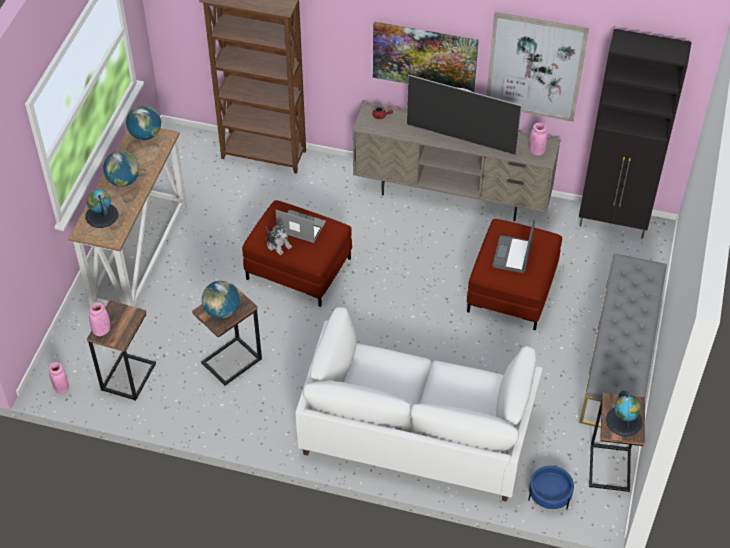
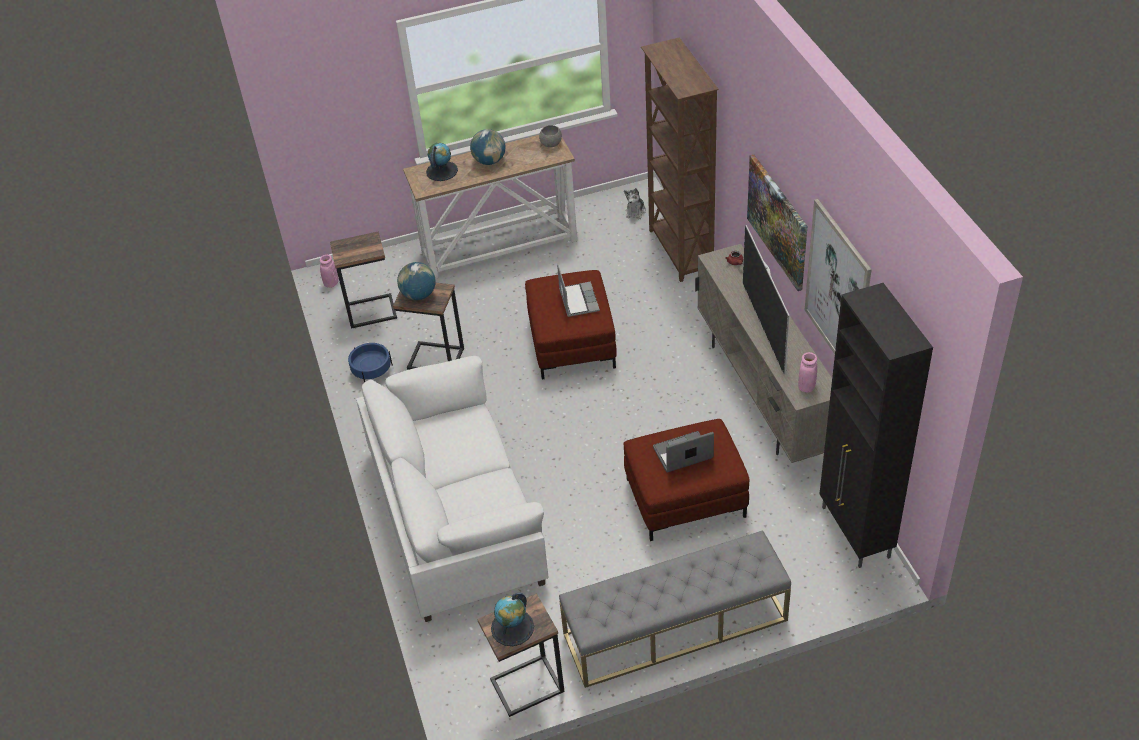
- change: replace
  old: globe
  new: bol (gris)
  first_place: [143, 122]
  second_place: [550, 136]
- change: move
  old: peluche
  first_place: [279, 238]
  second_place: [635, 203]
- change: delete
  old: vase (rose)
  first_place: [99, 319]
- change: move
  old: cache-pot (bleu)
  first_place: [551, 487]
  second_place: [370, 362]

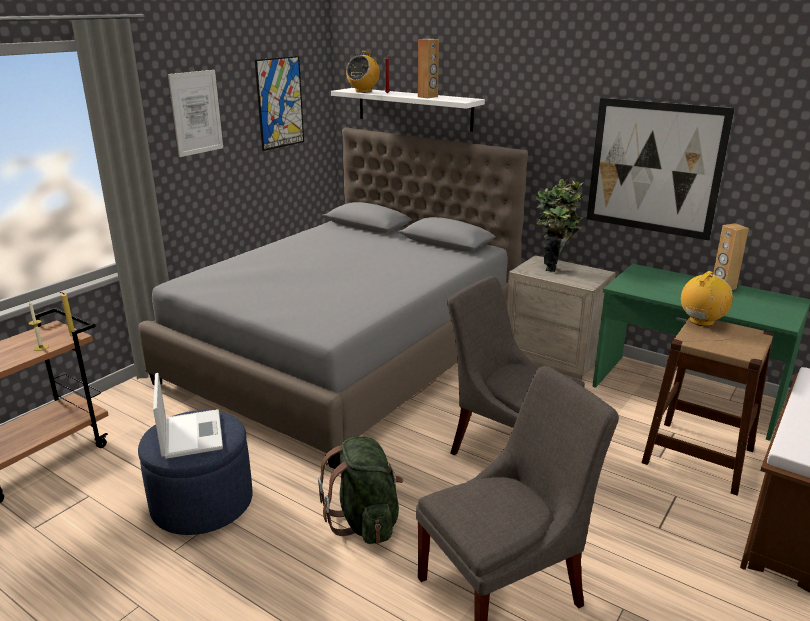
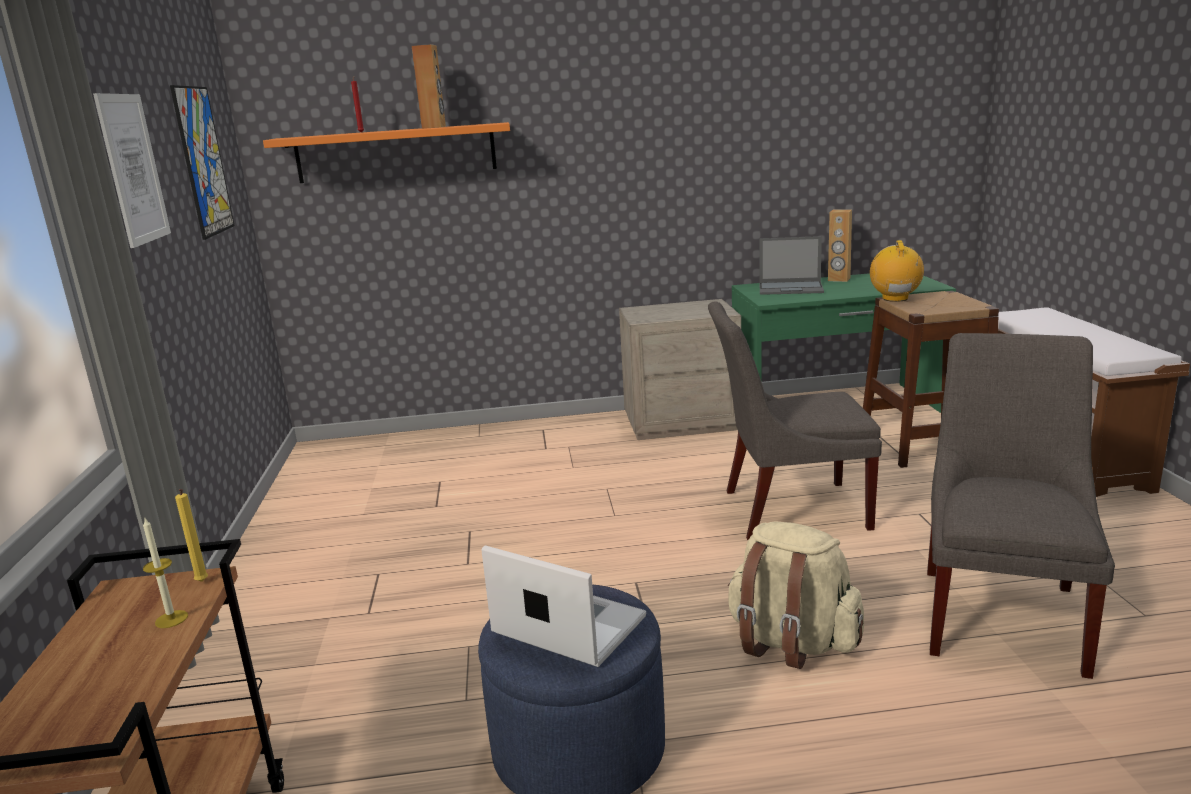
- change: delete
  old: radio
  first_place: [363, 72]
- change: recolor
  old: étagère (blanc)
  new: étagère (orange)
  first_place: [408, 110]
  second_place: [386, 152]
- change: delete
  old: tableau
  first_place: [661, 169]
- change: delete
  old: lit (gris)
  first_place: [333, 298]
- change: delete
  old: plante en pot
  first_place: [560, 225]
- change: recolor
  old: sac à dos (vert)
  new: sac à dos (beige)
  first_place: [360, 490]
  second_place: [796, 595]
- change: insert
  new: ordinateur portable
  second_place: [791, 265]

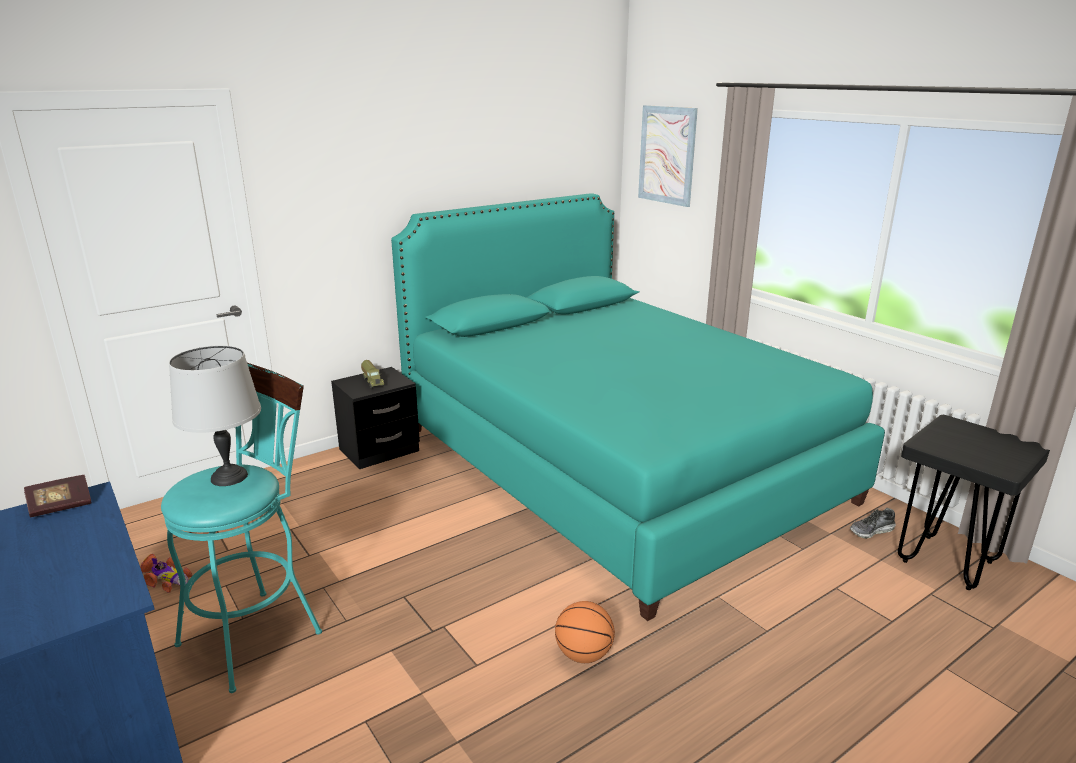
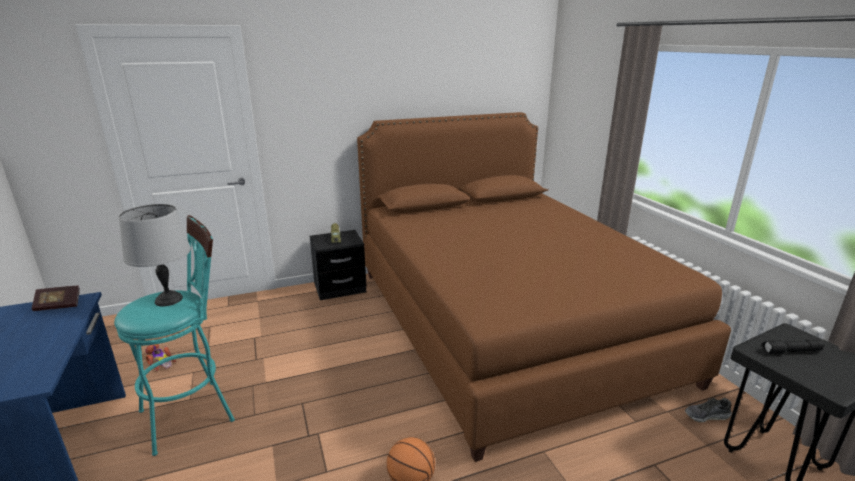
- change: delete
  old: tableau
  first_place: [668, 156]
- change: recolor
  old: lit (turquoise)
  new: lit (marron)
  first_place: [638, 407]
  second_place: [544, 287]
- change: insert
  new: lampe de poche (noir)
  second_place: [792, 347]

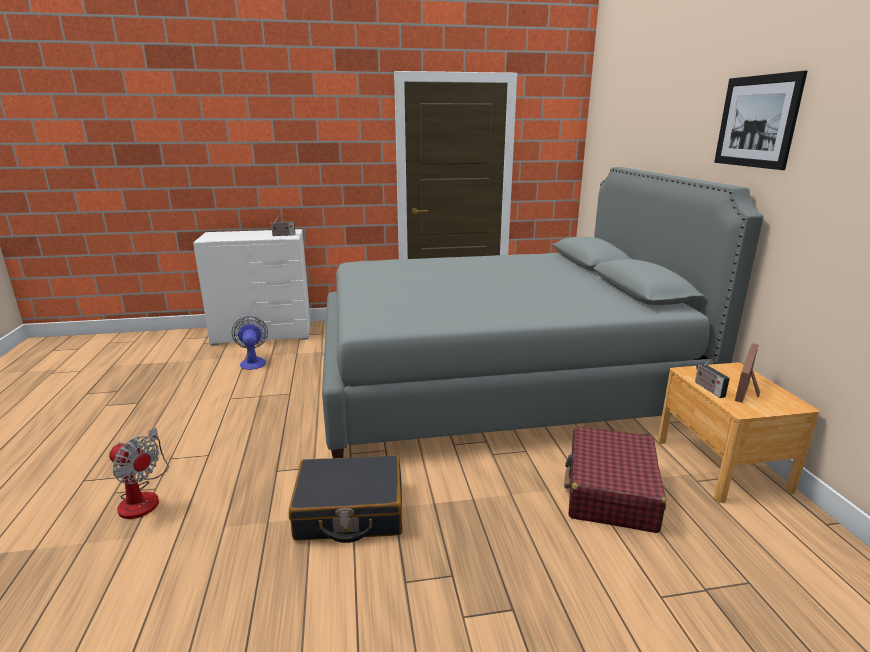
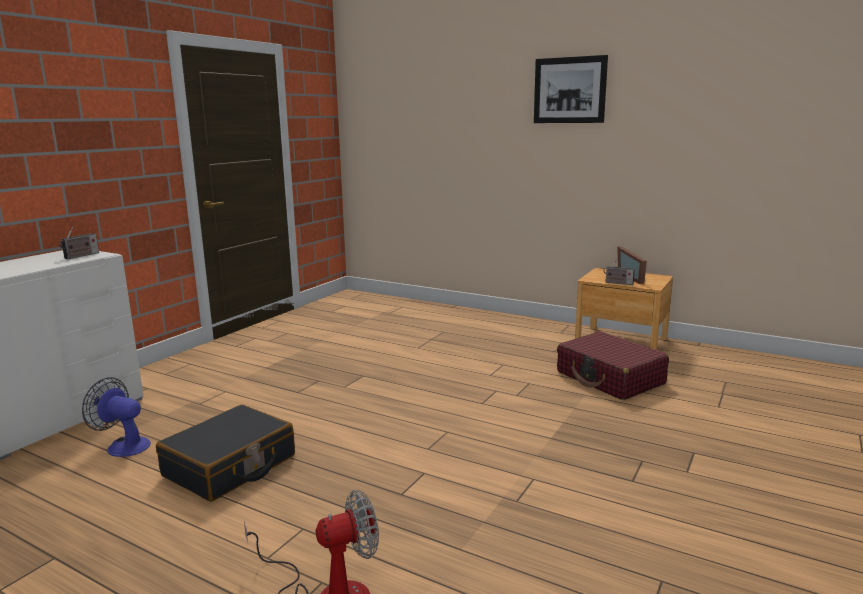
- change: delete
  old: lit (gris)
  first_place: [543, 312]
- change: move
  old: valise (noir)
  first_place: [345, 499]
  second_place: [225, 453]

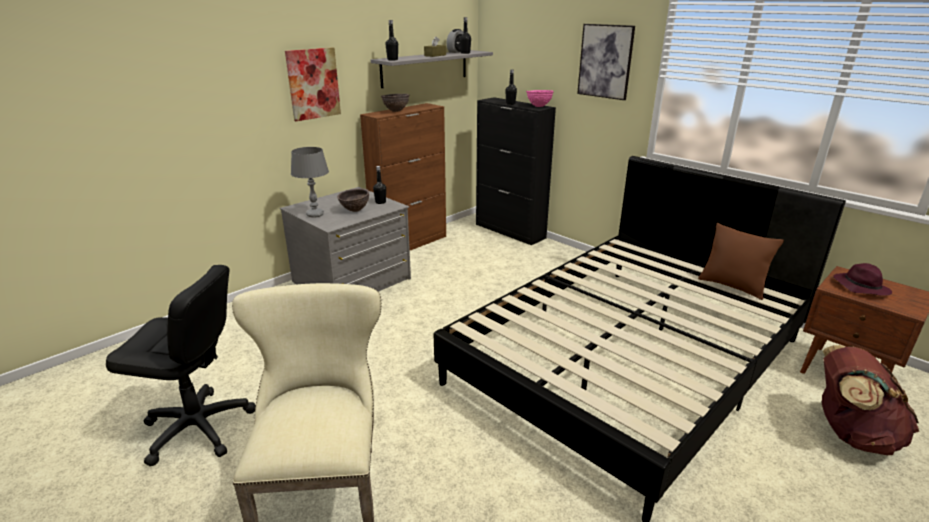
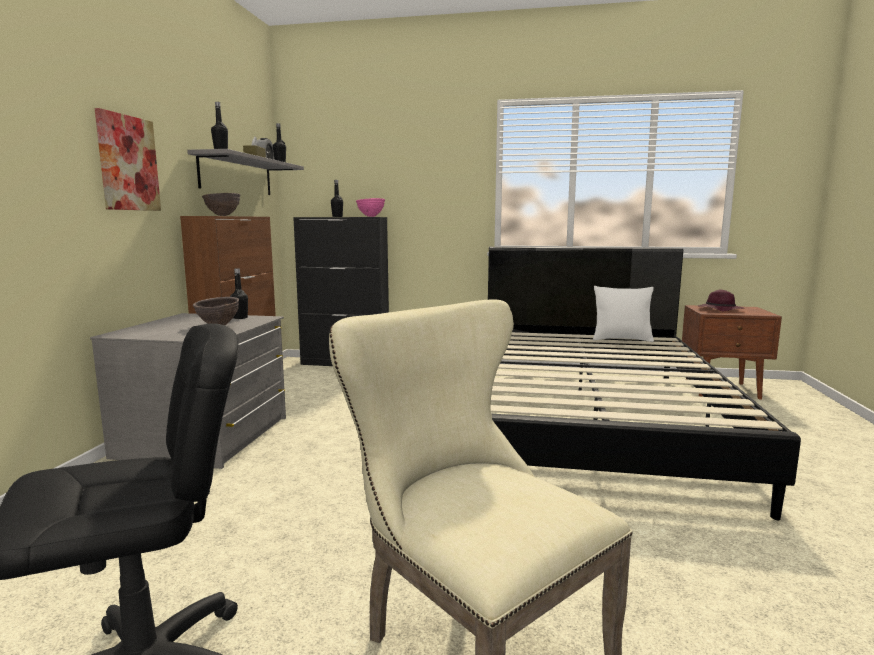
- change: delete
  old: tableau
  first_place: [606, 62]
- change: delete
  old: lampe de table (gris)
  first_place: [310, 182]
- change: recolor
  old: coussin (marron)
  new: coussin (blanc)
  first_place: [741, 261]
  second_place: [623, 314]
- change: delete
  old: sac à dos (marron)
  first_place: [870, 400]

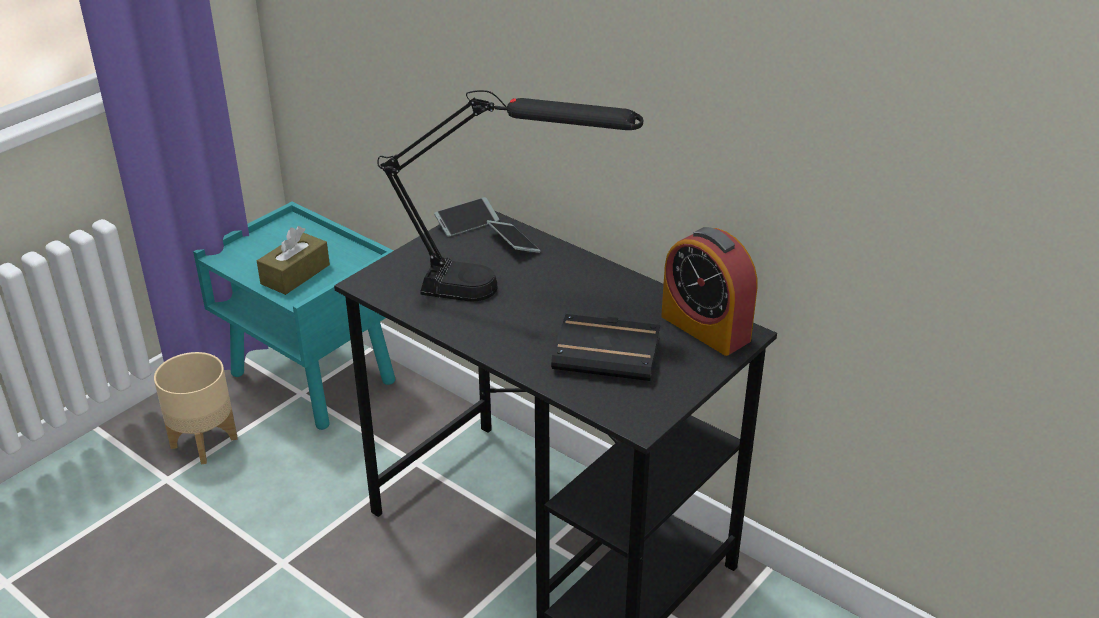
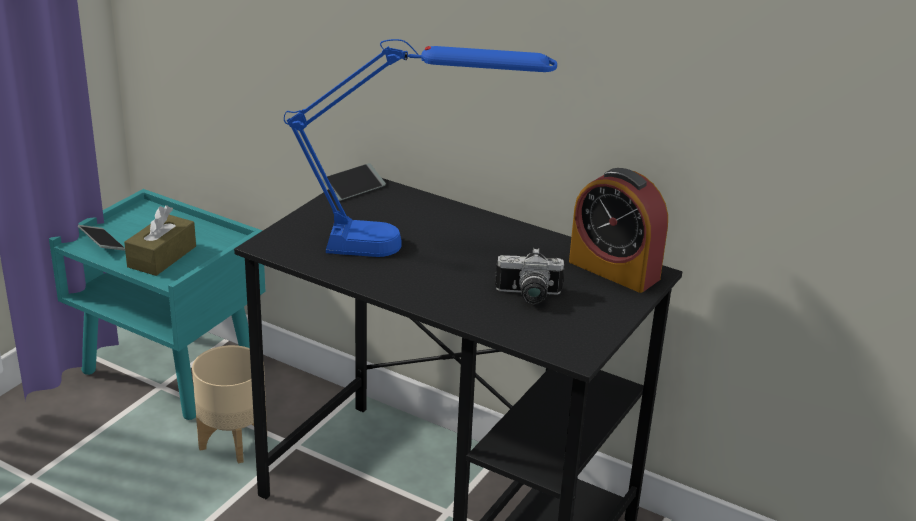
- change: recolor
  old: lampe de table (noir)
  new: lampe de table (bleu)
  first_place: [510, 195]
  second_place: [420, 148]
- change: move
  old: téléphone
  first_place: [513, 236]
  second_place: [101, 238]
- change: replace
  old: livre (noir)
  new: appareil photo
  first_place: [605, 347]
  second_place: [529, 276]
- change: move
  old: cache-pot (beige)
  first_place: [195, 408]
  second_place: [229, 404]

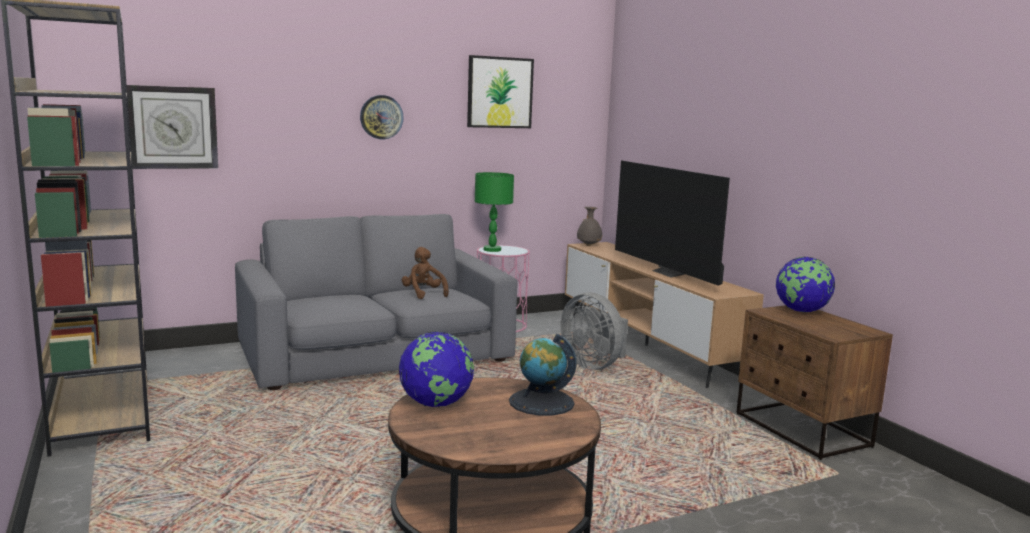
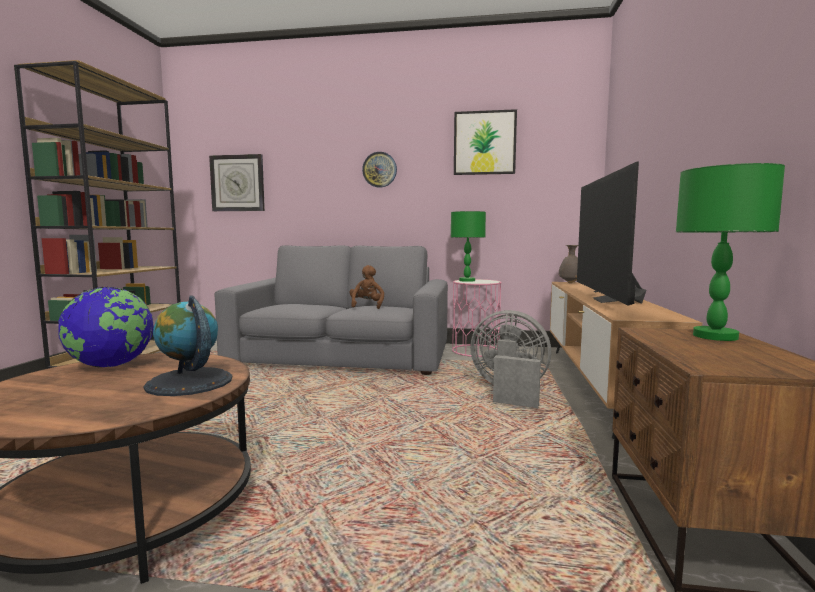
- change: replace
  old: globe
  new: lampe de table (vert)
  first_place: [805, 284]
  second_place: [730, 252]
- change: rotate
  old: ventilateur (gris)
  first_place: [594, 331]
  second_place: [510, 359]
  degrees: 120

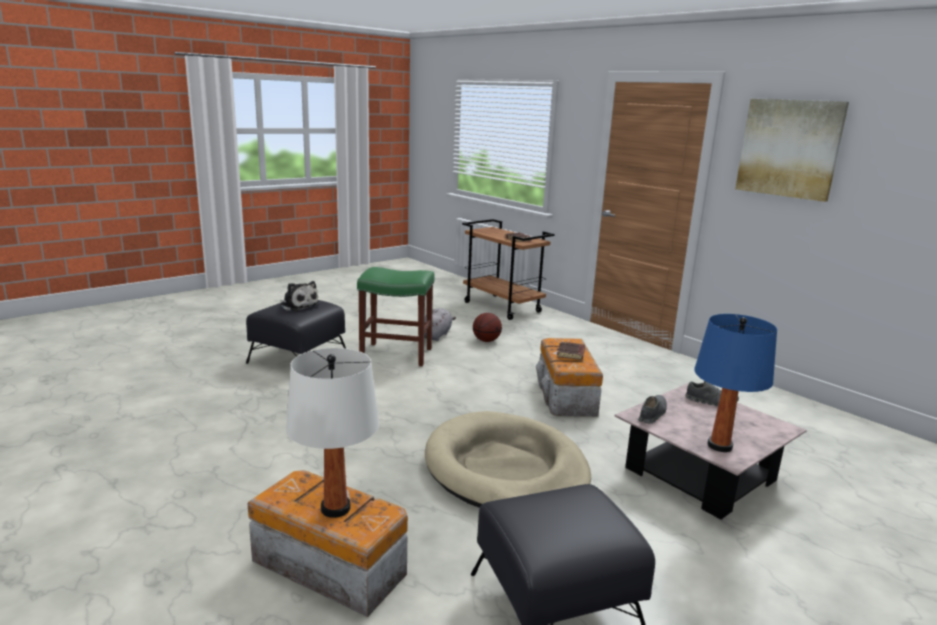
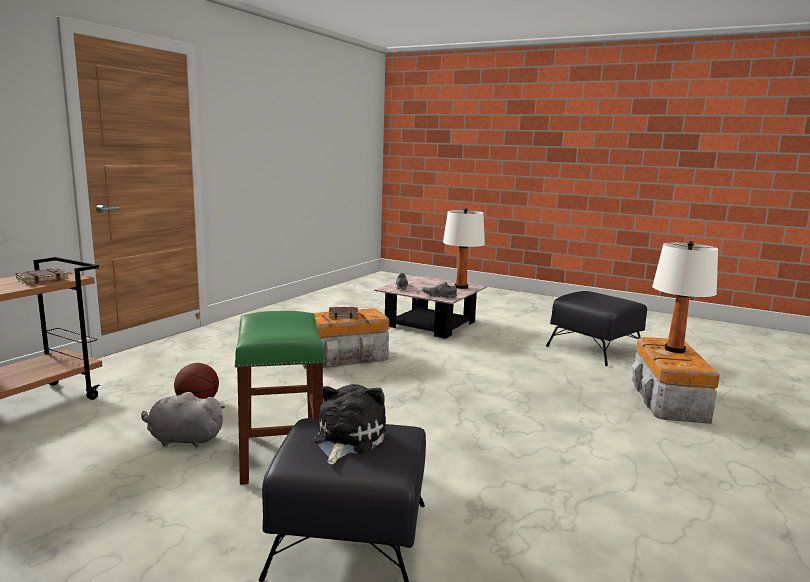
- change: delete
  old: tableau
  first_place: [792, 150]
- change: recolor
  old: lampe de table (bleu)
  new: lampe de table (blanc)
  first_place: [735, 383]
  second_place: [464, 248]
- change: delete
  old: panier pour chien (beige)
  first_place: [508, 459]

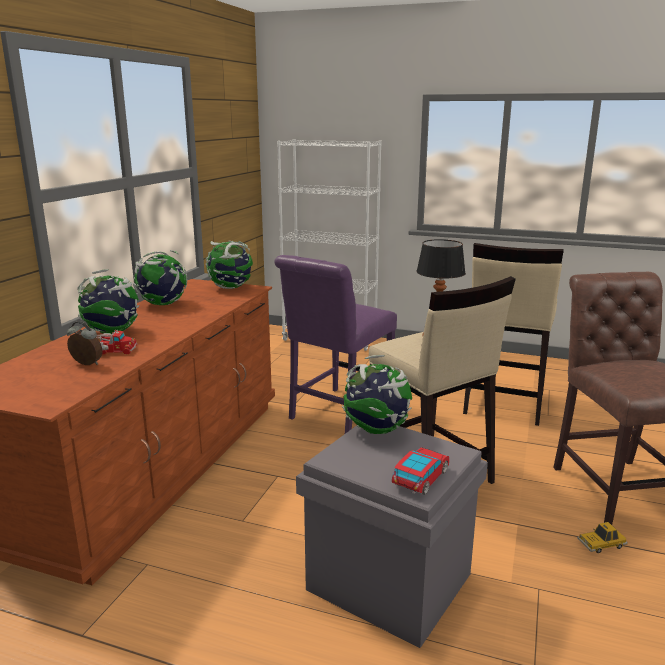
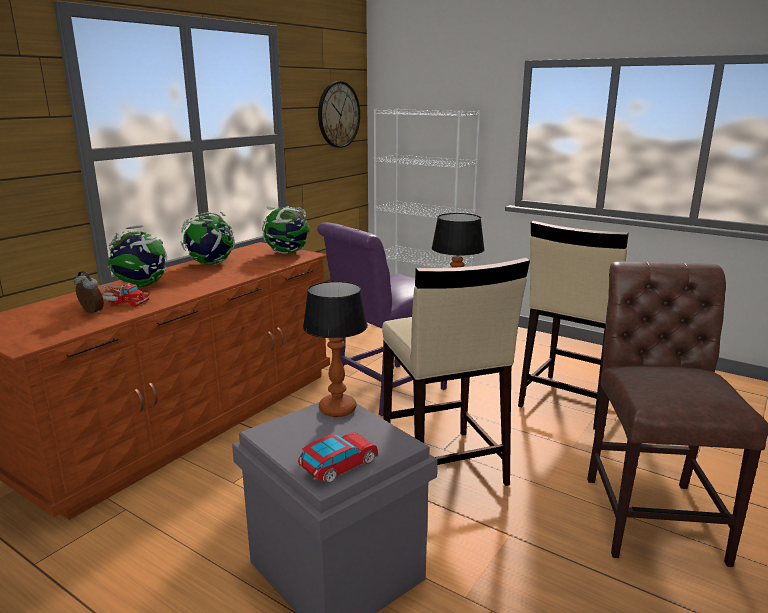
- change: replace
  old: globe
  new: lampe de table
  first_place: [377, 394]
  second_place: [335, 349]
- change: delete
  old: petite voiture
  first_place: [602, 537]
- change: insert
  new: horloge murale
  second_place: [339, 114]

